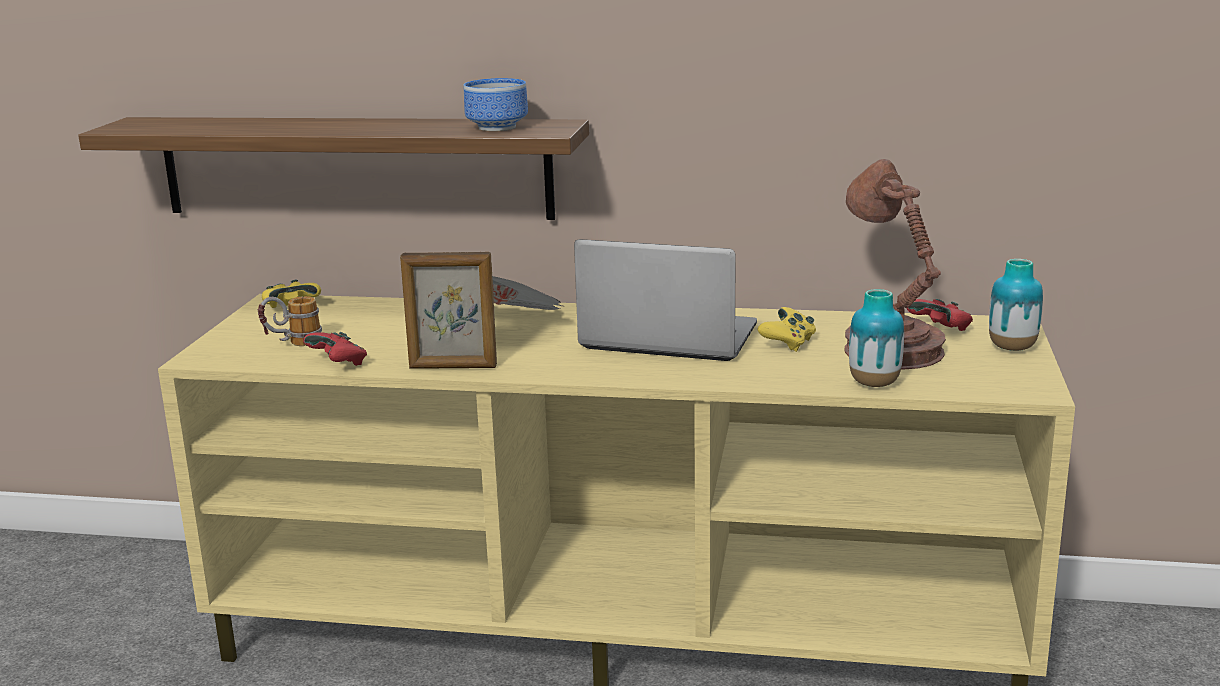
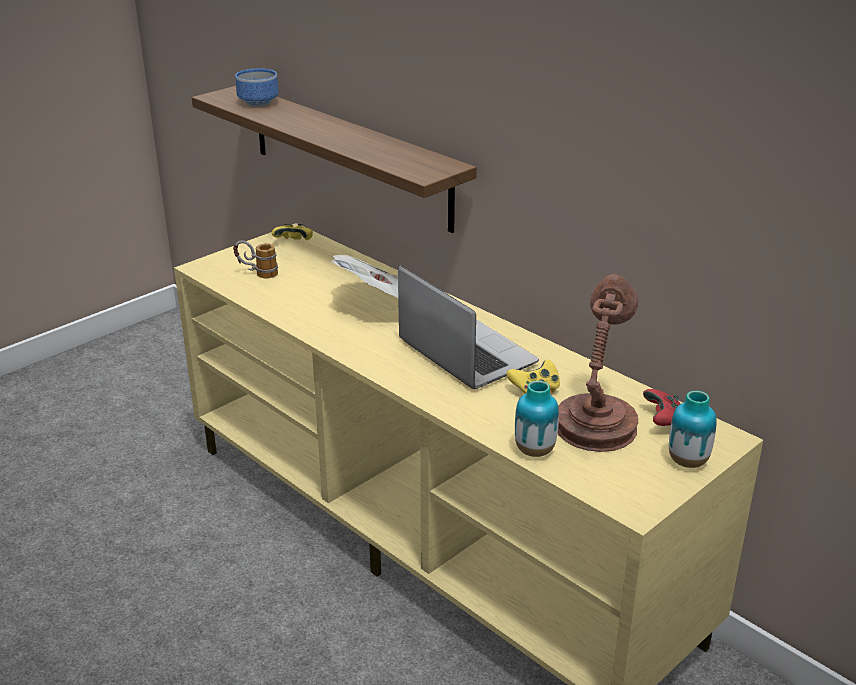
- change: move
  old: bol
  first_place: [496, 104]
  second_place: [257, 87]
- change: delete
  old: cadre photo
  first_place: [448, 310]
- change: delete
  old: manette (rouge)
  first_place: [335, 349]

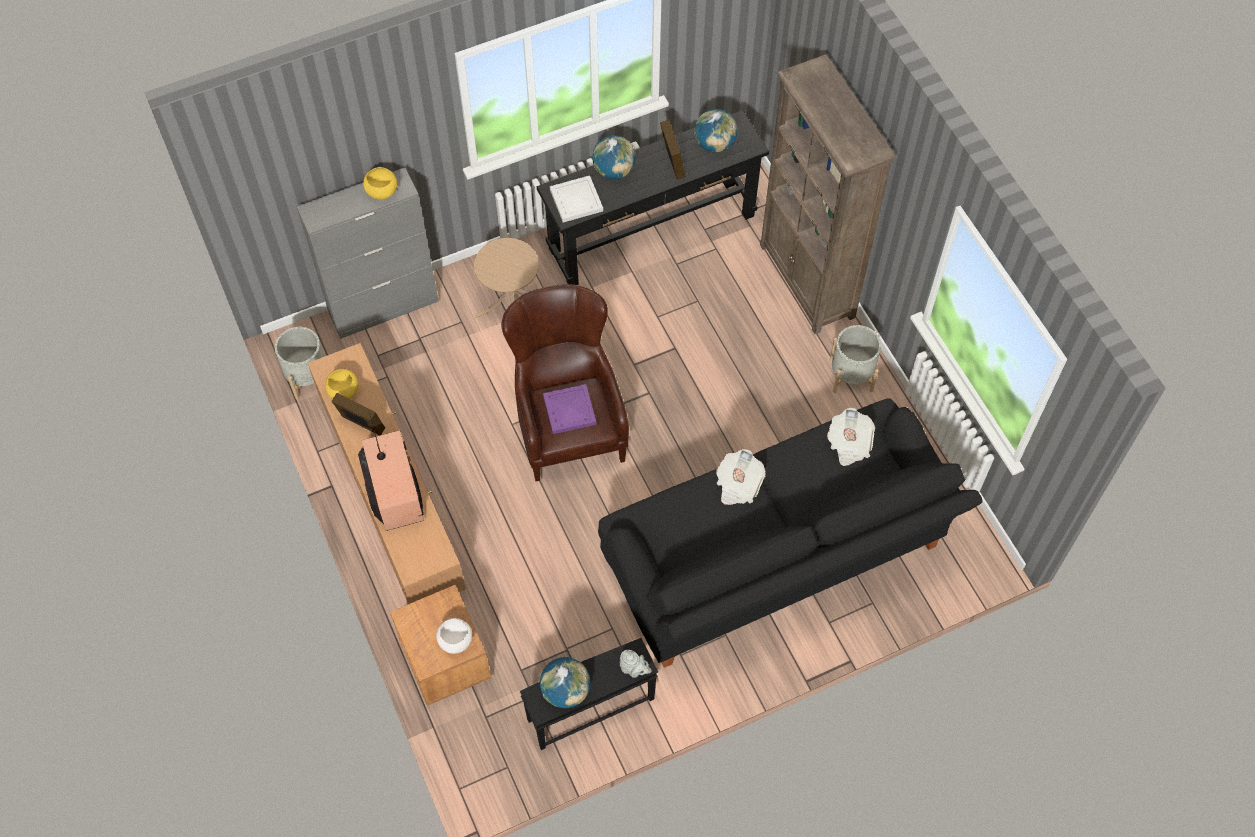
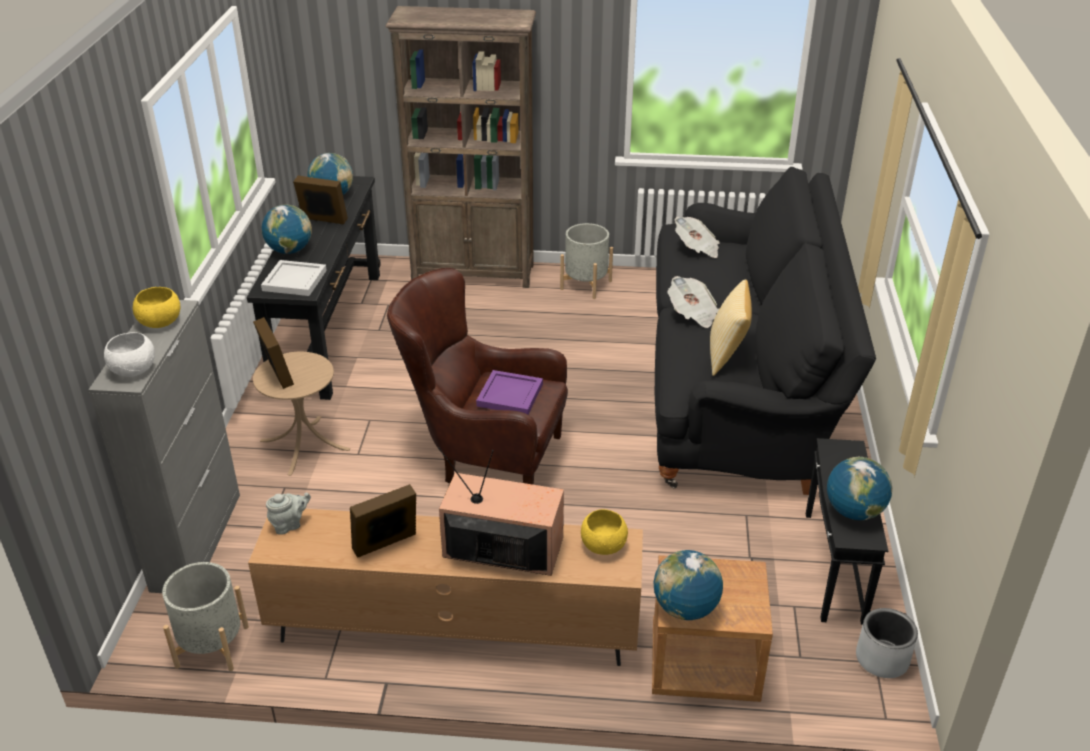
- change: move
  old: bol (jaune)
  first_place: [341, 384]
  second_place: [604, 532]
- change: move
  old: bol (blanc)
  first_place: [454, 636]
  second_place: [129, 354]
- change: move
  old: théière (gris)
  first_place: [636, 664]
  second_place: [288, 513]
- change: insert
  new: coussin
  second_place: [731, 327]
- change: insert
  new: cadre photo
  second_place: [273, 353]
- change: insert
  new: globe
  second_place: [688, 585]
- change: insert
  new: cache-pot (gris)
  second_place: [887, 643]

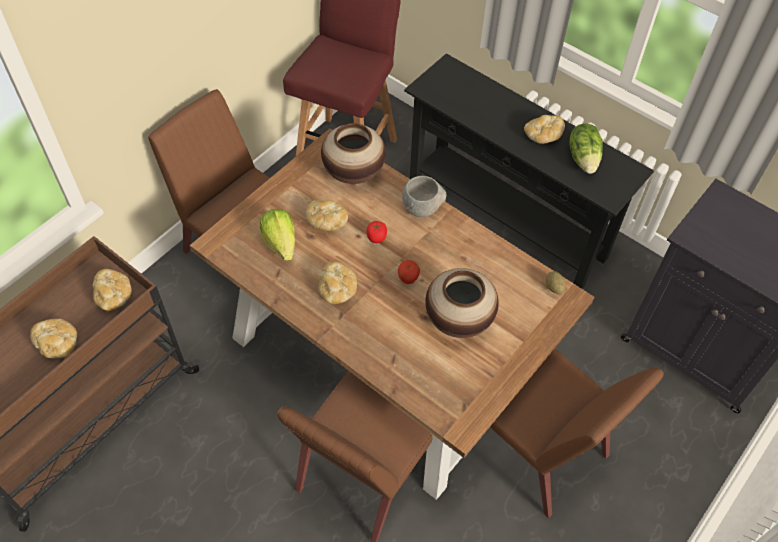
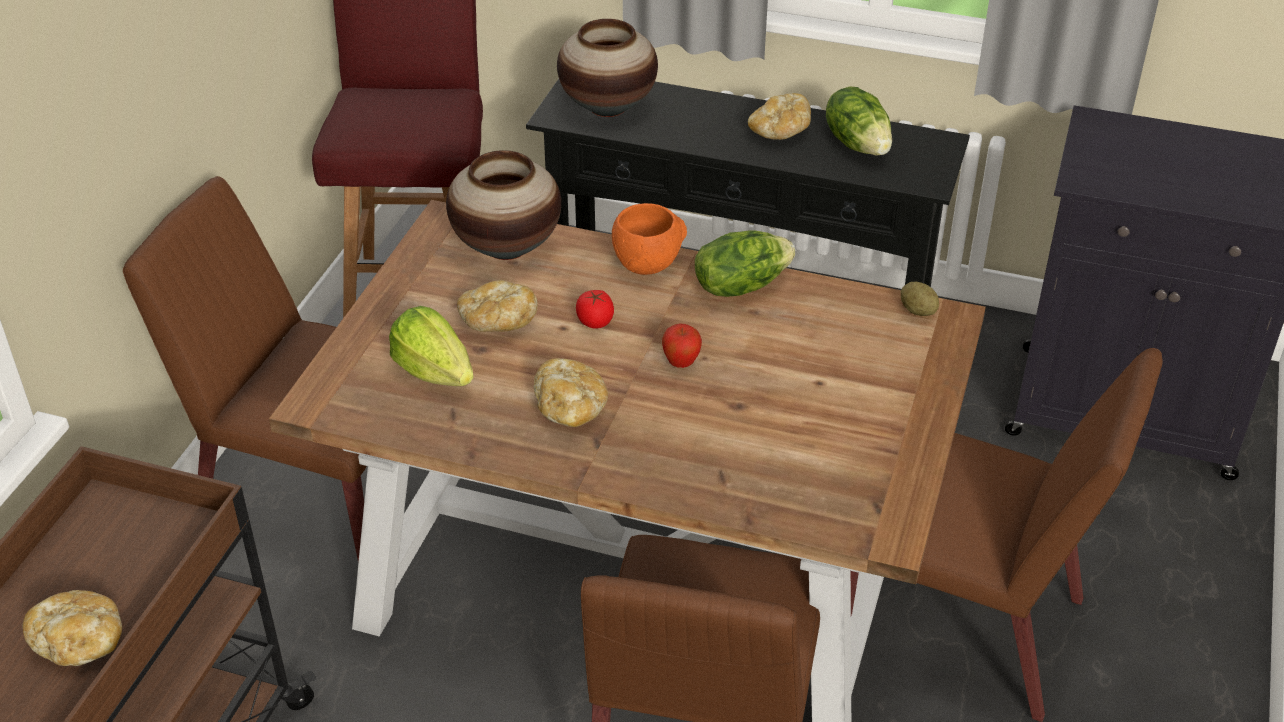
- change: recolor
  old: bol (gris)
  new: bol (orange)
  first_place: [424, 196]
  second_place: [649, 239]
- change: move
  old: vase
  first_place: [462, 303]
  second_place: [607, 68]
- change: delete
  old: pain
  first_place: [112, 290]
- change: insert
  new: laitue
  second_place: [745, 264]

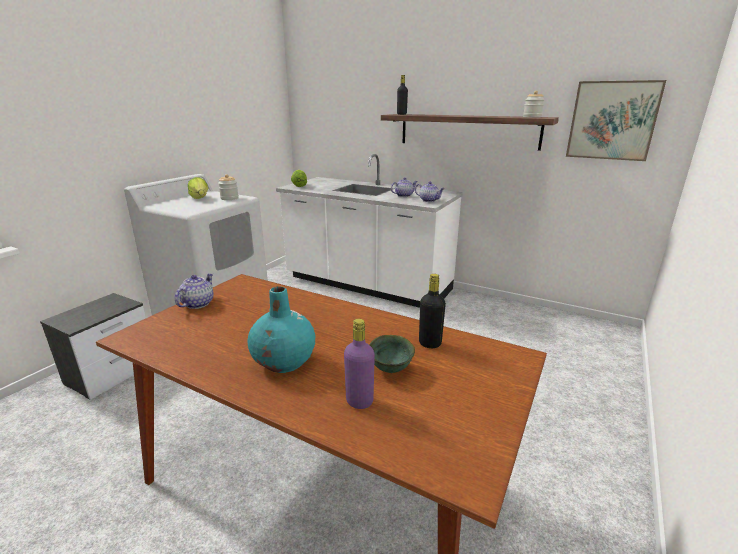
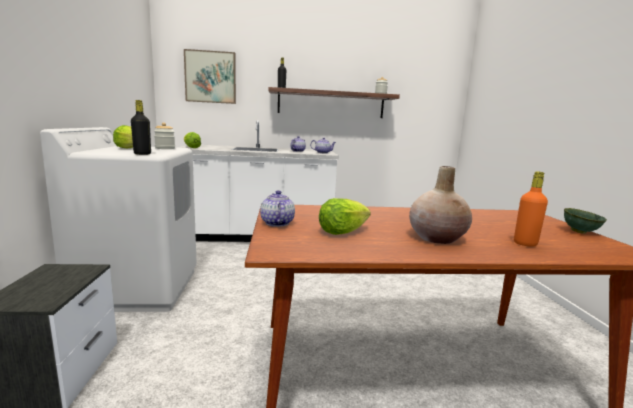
- change: move
  old: tableau
  first_place: [616, 120]
  second_place: [210, 76]
- change: move
  old: bouteille (noir)
  first_place: [432, 311]
  second_place: [141, 127]
- change: recolor
  old: vase (turquoise)
  new: vase (beige)
  first_place: [281, 329]
  second_place: [440, 205]
- change: recolor
  old: bouteille (violet)
  new: bouteille (orange)
  first_place: [359, 364]
  second_place: [531, 209]
- change: move
  old: bol (vert)
  first_place: [392, 354]
  second_place: [585, 221]
- change: insert
  new: laitue
  second_place: [345, 216]

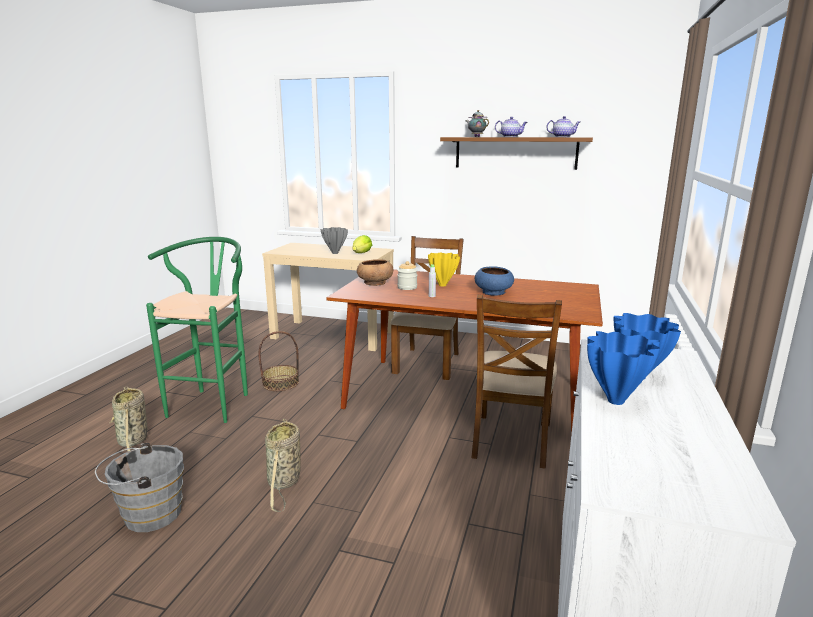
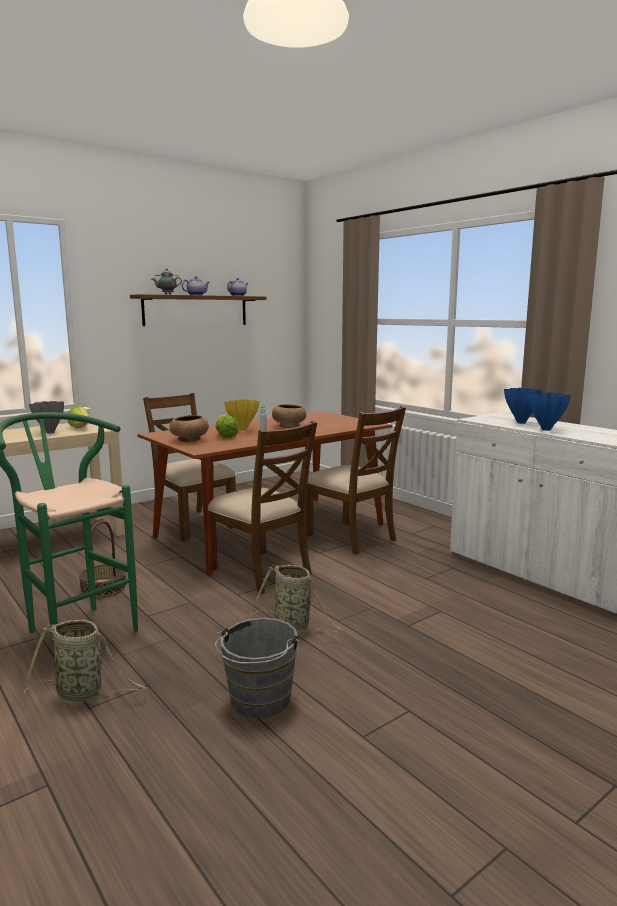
- change: replace
  old: bocal
  new: laitue
  first_place: [407, 275]
  second_place: [226, 426]
- change: recolor
  old: bol (bleu)
  new: bol (marron)
  first_place: [494, 281]
  second_place: [289, 416]
- change: insert
  new: chaise (marron)
  second_place: [262, 507]

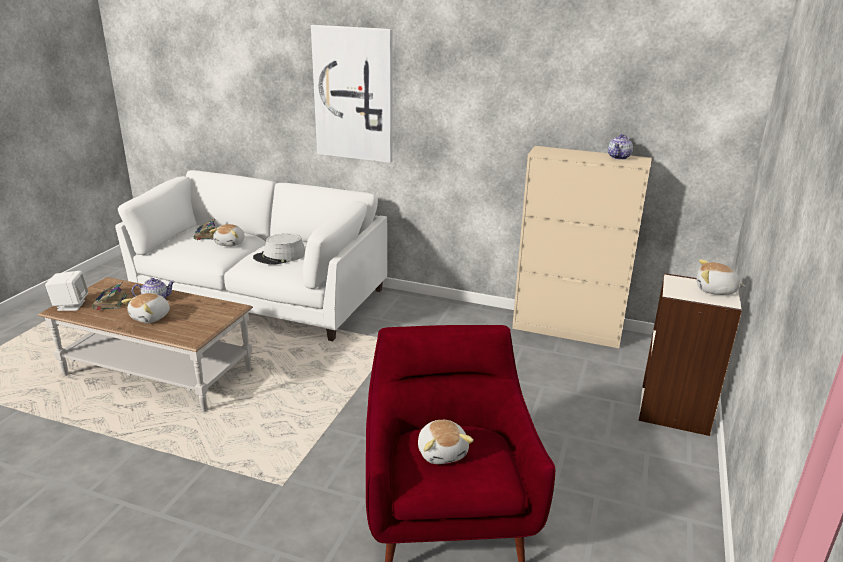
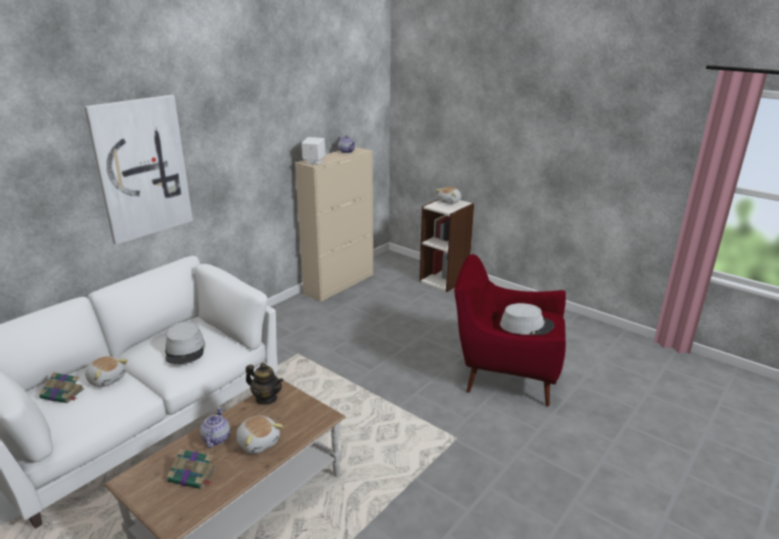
- change: move
  old: enceinte (blanc)
  first_place: [66, 291]
  second_place: [313, 151]
- change: replace
  old: peluche
  new: chapeau (gris)
  first_place: [446, 442]
  second_place: [527, 319]
- change: insert
  new: théière
  second_place: [264, 383]

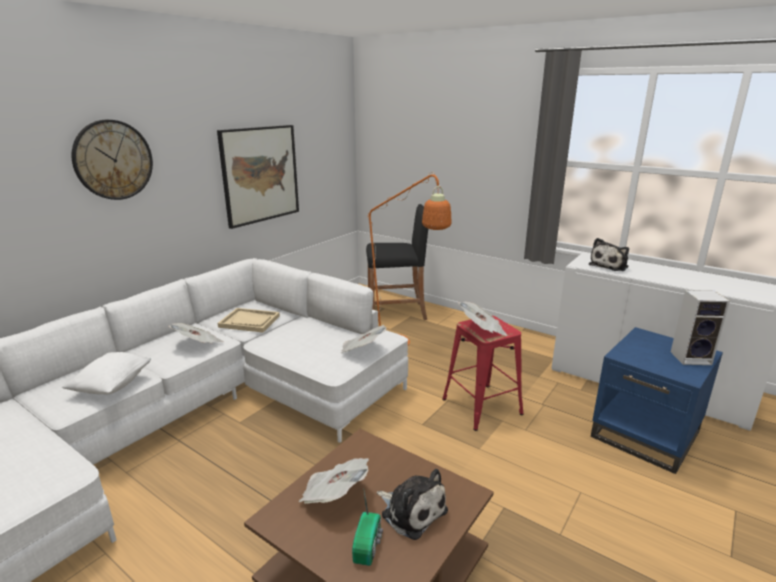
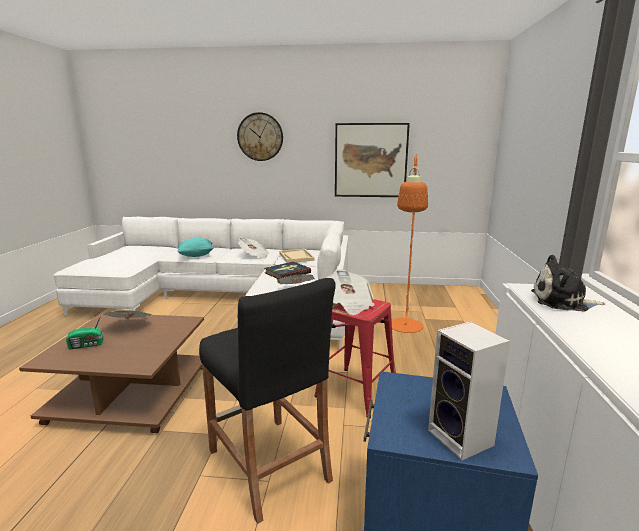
- change: move
  old: tabouret (noir)
  first_place: [397, 262]
  second_place: [267, 401]
- change: recolor
  old: coussin (blanc)
  new: coussin (turquoise)
  first_place: [106, 373]
  second_place: [196, 247]
- change: delete
  old: peluche
  first_place: [412, 504]
- change: insert
  new: livre
  second_place: [287, 270]

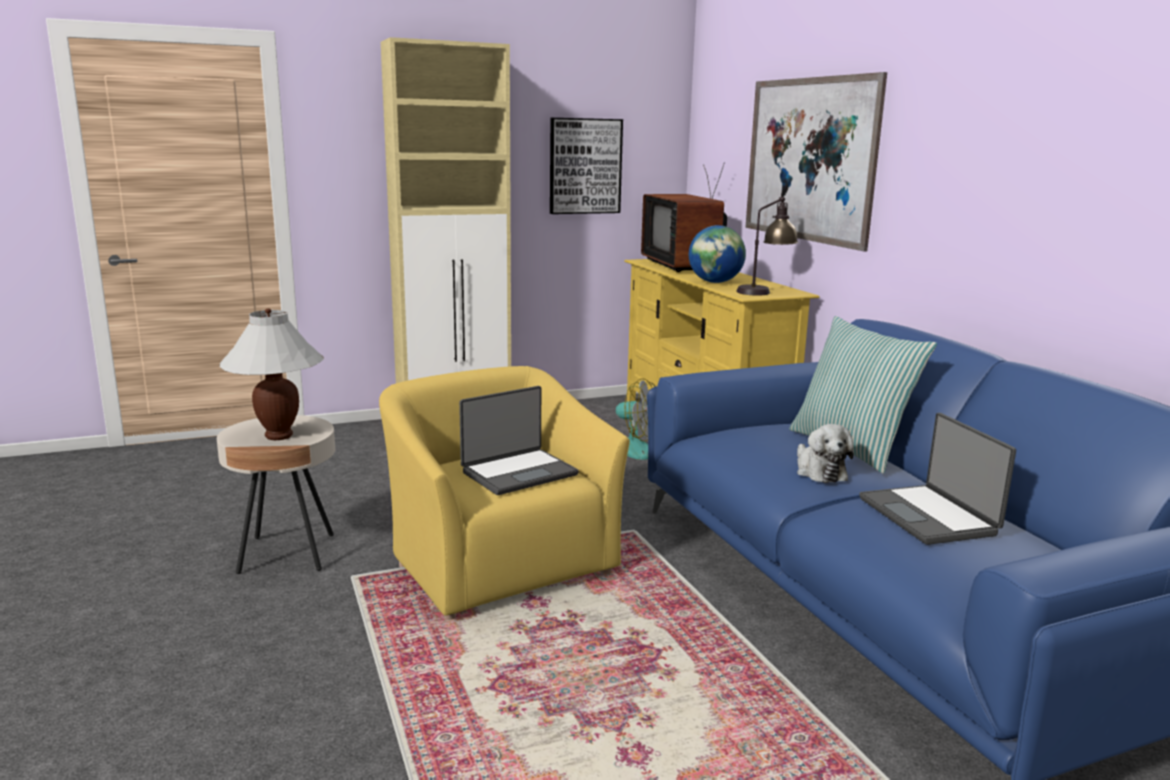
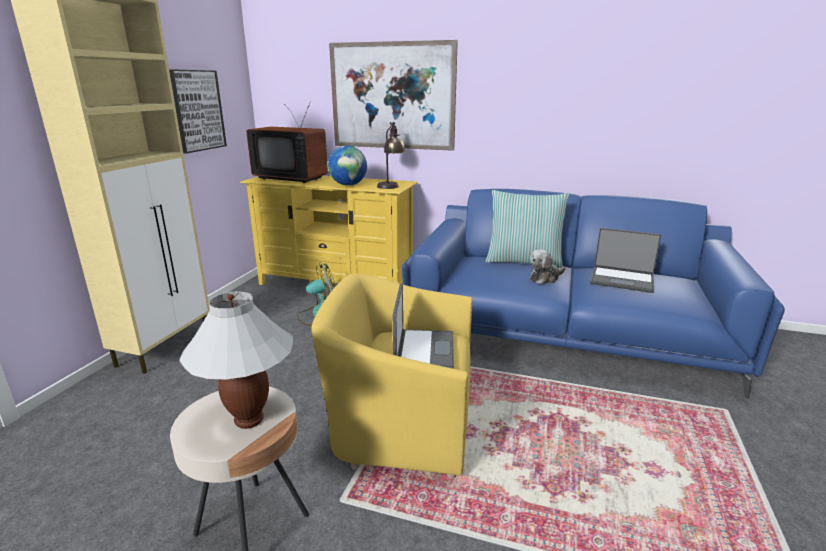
- change: rotate
  old: peluche
  first_place: [825, 453]
  second_place: [547, 266]
  degrees: 120

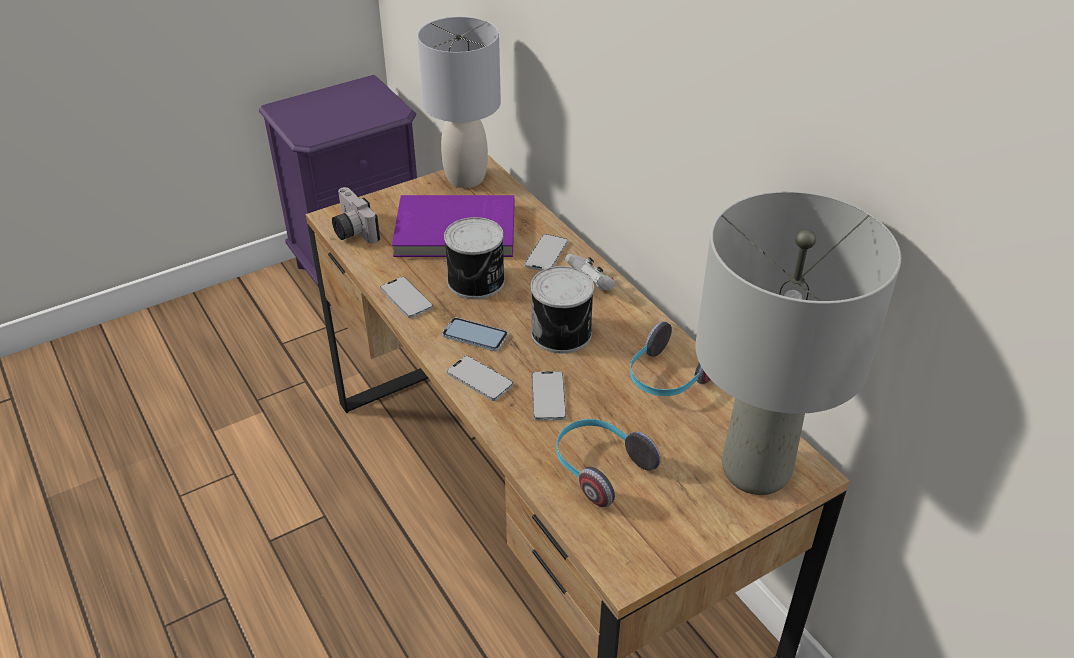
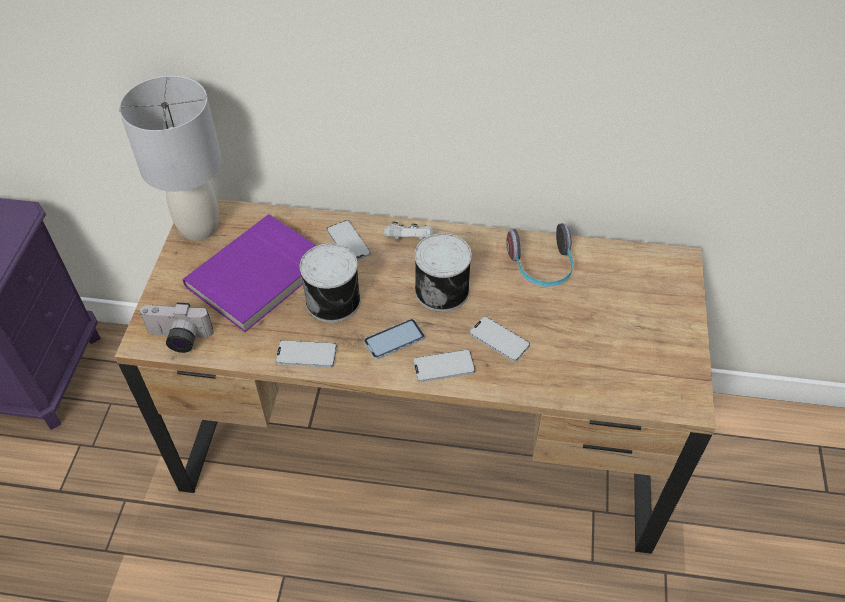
- change: delete
  old: lampe de table (gris)
  first_place: [798, 343]
- change: delete
  old: casque audio
  first_place: [609, 463]

